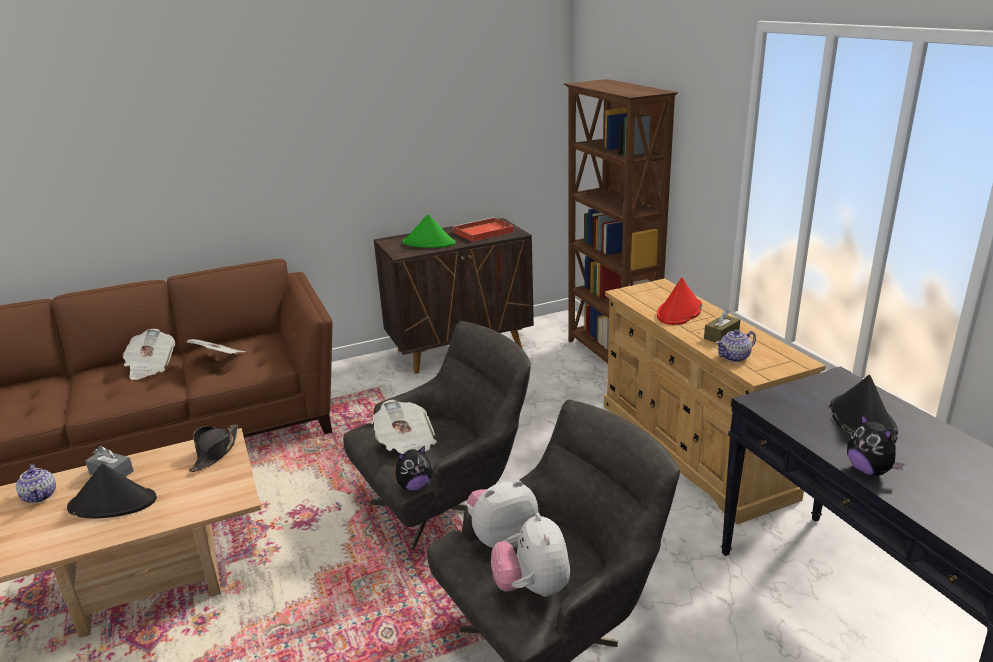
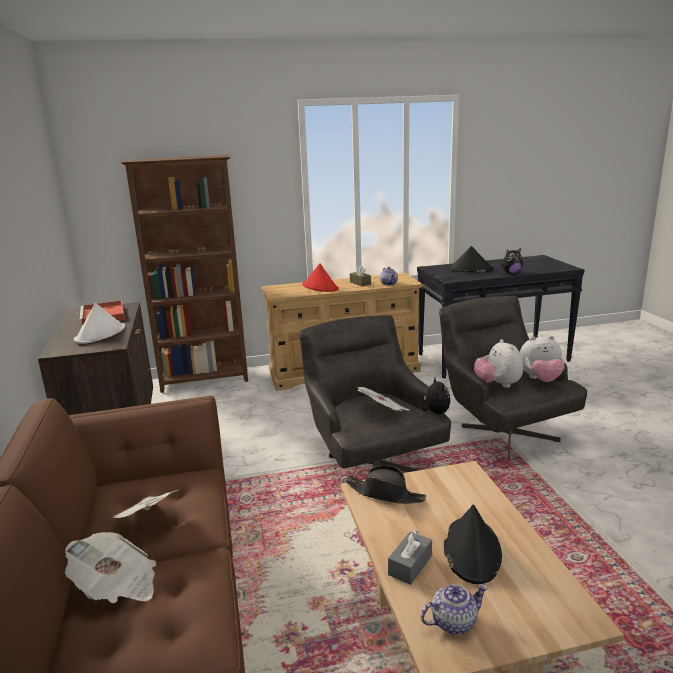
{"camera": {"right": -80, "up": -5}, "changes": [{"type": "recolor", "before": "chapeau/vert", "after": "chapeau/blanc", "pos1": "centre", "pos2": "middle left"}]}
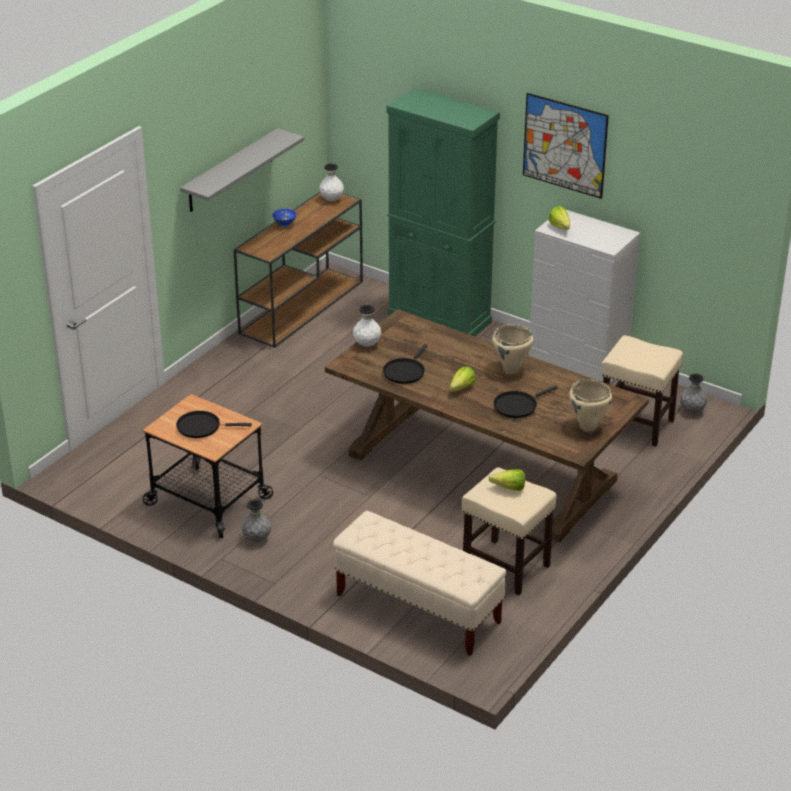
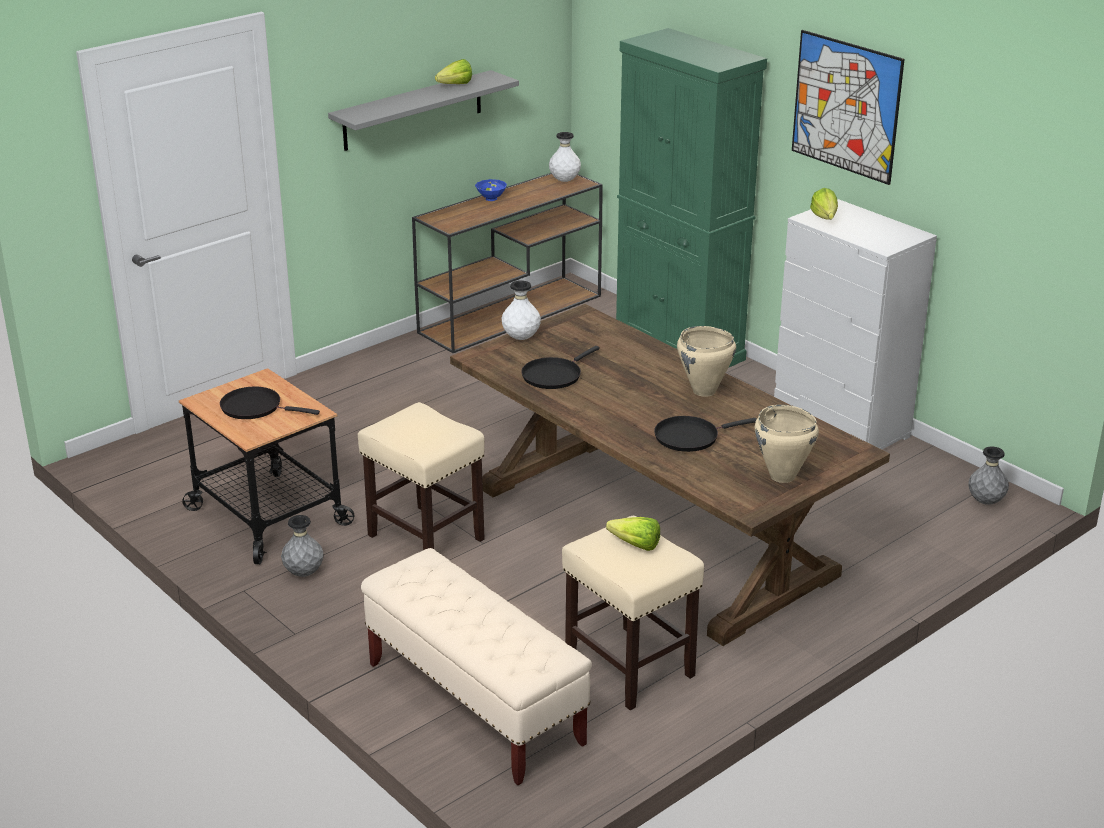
{"camera": {"right": 15, "up": -5}, "changes": [{"type": "move", "before": "laitue (1st from left)", "pos1": "centre", "pos2": "top centre"}, {"type": "move", "before": "tabouret/beige (2nd from left in the first image)", "after": "tabouret/beige (1st from left)", "pos1": "middle right", "pos2": "centre"}]}
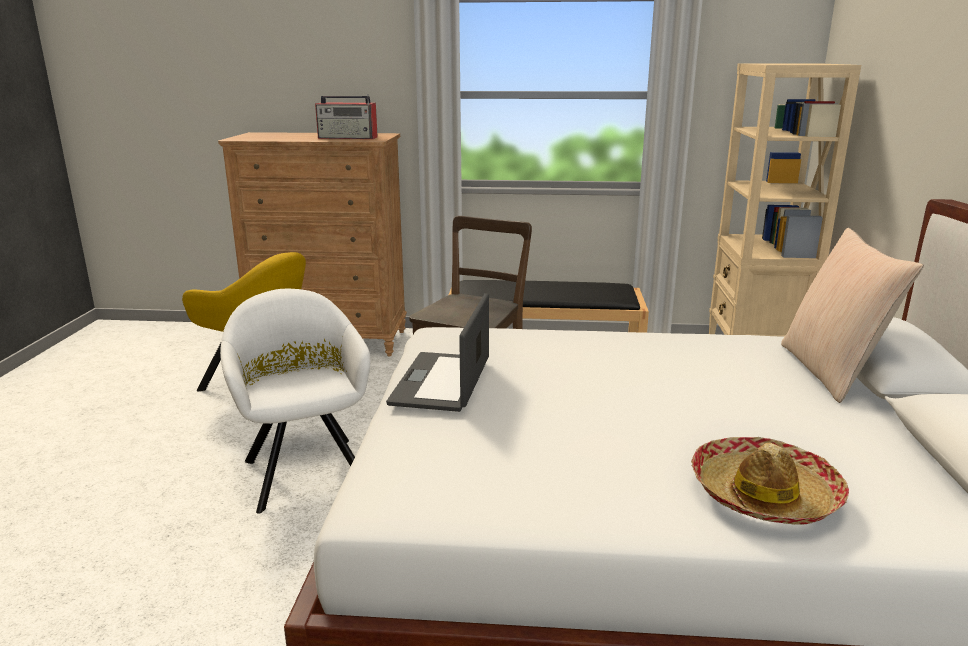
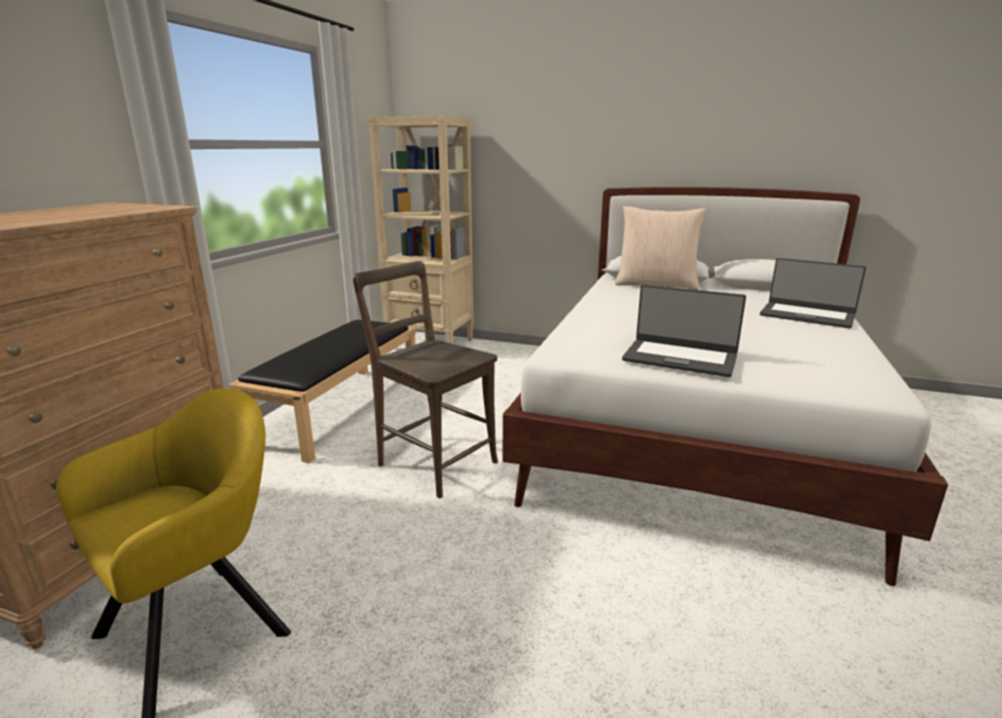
{"camera": {"right": -75, "up": 0}, "changes": [{"type": "delete", "before": "fauteuil/blanc", "pos1": "middle left"}, {"type": "delete", "before": "radio", "pos1": "top centre"}, {"type": "replace", "before": "chapeau", "after": "ordinateur portable (2nd from left)", "pos1": "bottom right", "pos2": "middle right"}]}
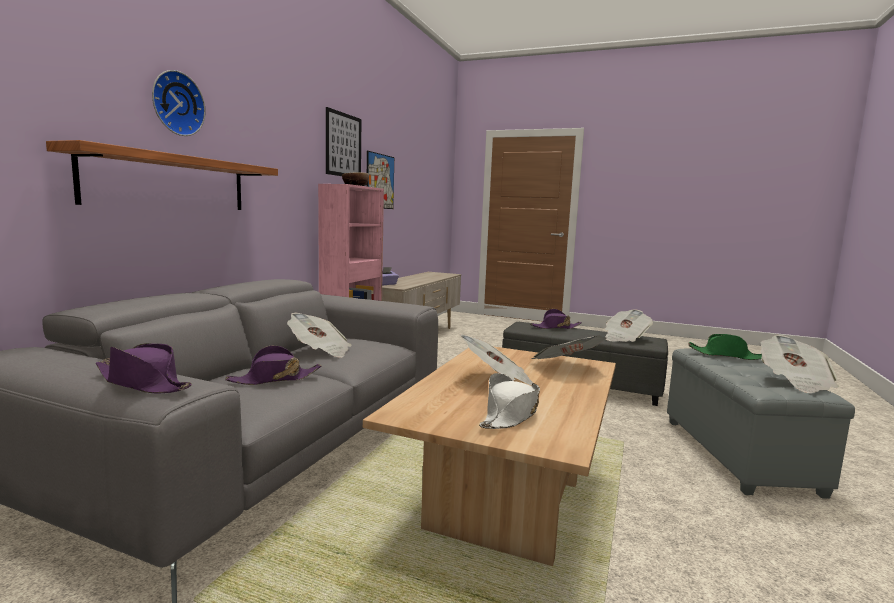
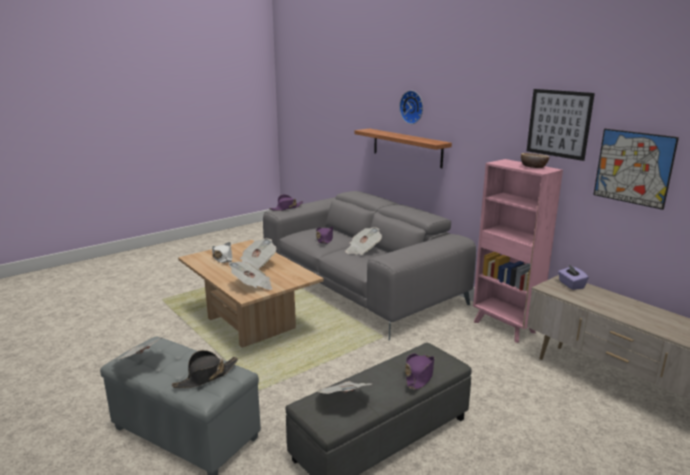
{"camera": {"right": 120, "up": 10}, "changes": [{"type": "recolor", "before": "chapeau/vert", "after": "chapeau/noir", "pos1": "middle right", "pos2": "bottom left"}]}
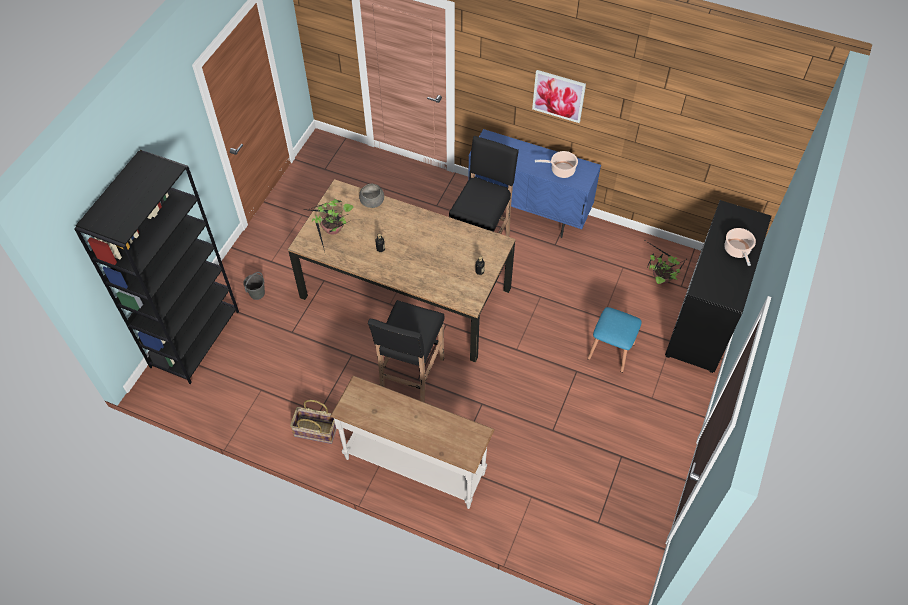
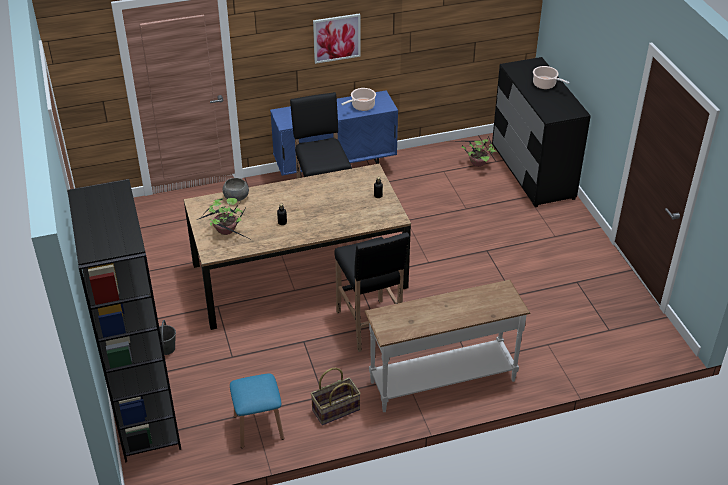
{"camera": {"right": -40, "up": -15}, "changes": [{"type": "move", "before": "tabouret/bleu", "pos1": "middle right", "pos2": "bottom centre"}]}
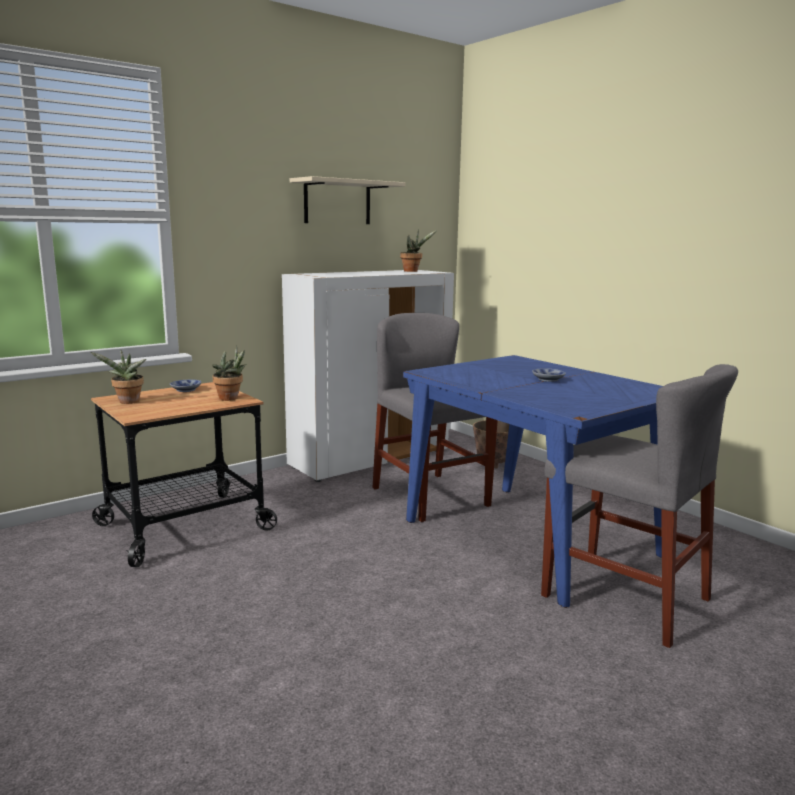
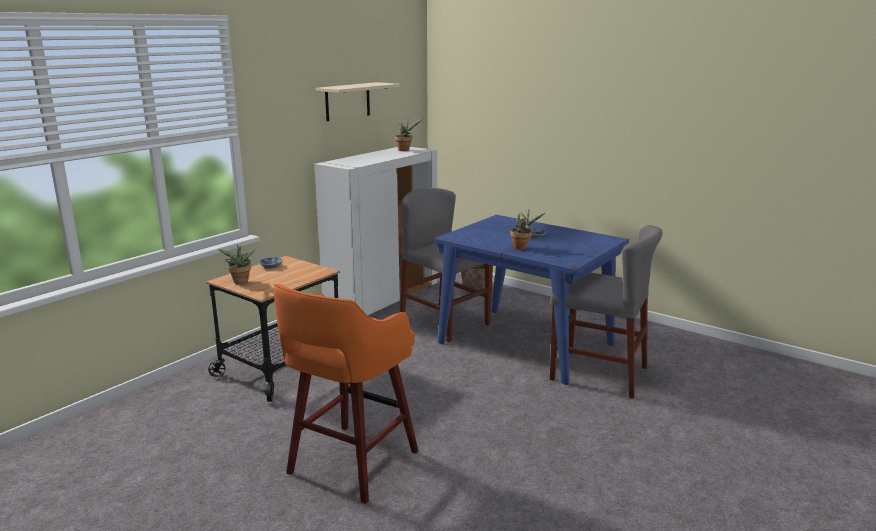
{"camera": {"right": -15, "up": 5}, "changes": [{"type": "insert", "after": "tabouret/orange", "pos2": "bottom centre"}, {"type": "move", "before": "plante en pot (2nd from left in the first image)", "after": "plante en pot (3rd from left)", "pos1": "middle left", "pos2": "centre"}]}
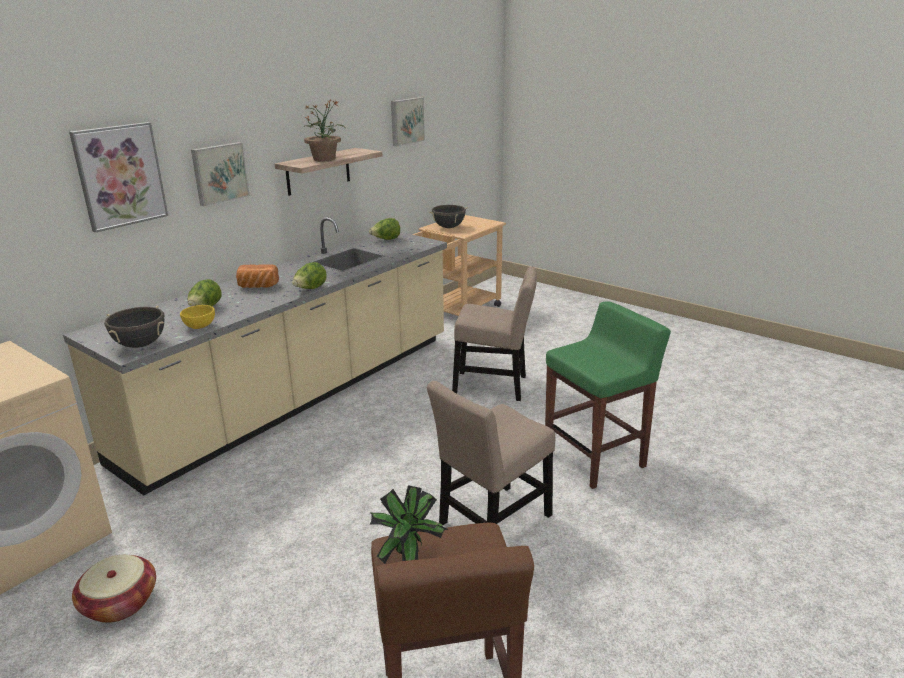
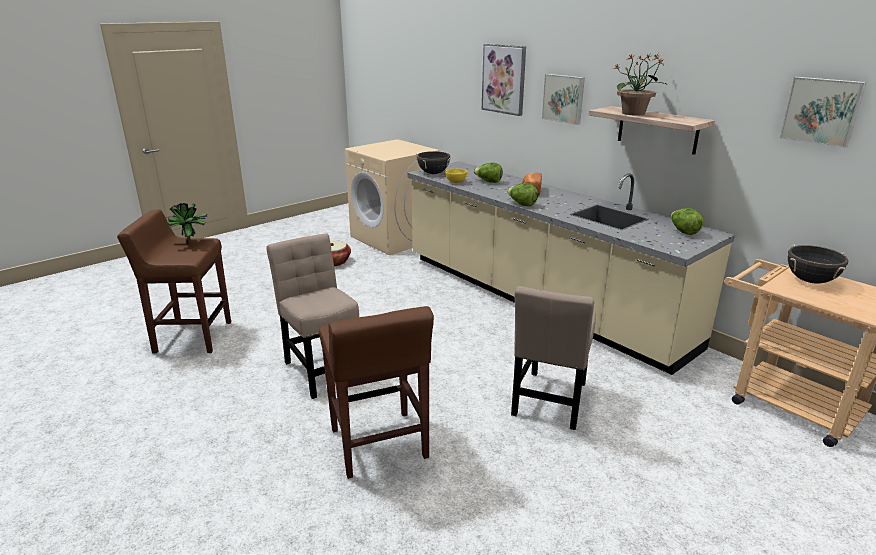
{"camera": {"right": 100, "up": 0}, "changes": [{"type": "recolor", "before": "tabouret/vert", "after": "tabouret/marron (2nd from left)", "pos1": "middle right", "pos2": "bottom centre"}]}
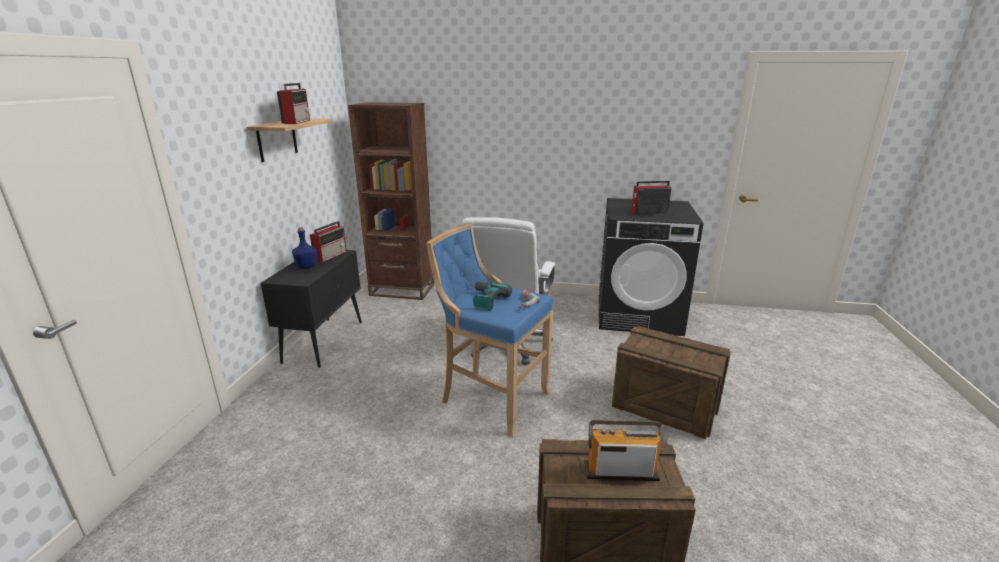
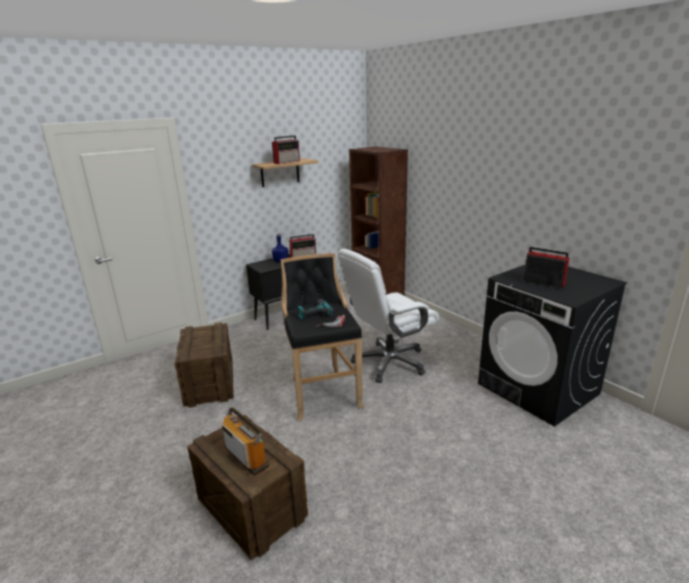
{"camera": {"right": 45, "up": 0}, "changes": [{"type": "move", "before": "caisse (2nd from left in the first image)", "after": "caisse (1st from left)", "pos1": "bottom right", "pos2": "middle left"}, {"type": "recolor", "before": "tabouret/bleu", "after": "tabouret/noir", "pos1": "centre", "pos2": "centre"}]}
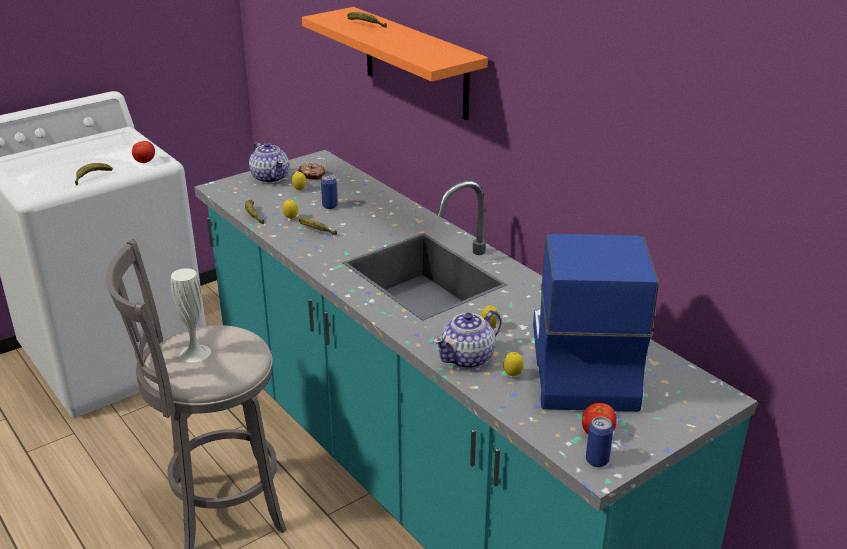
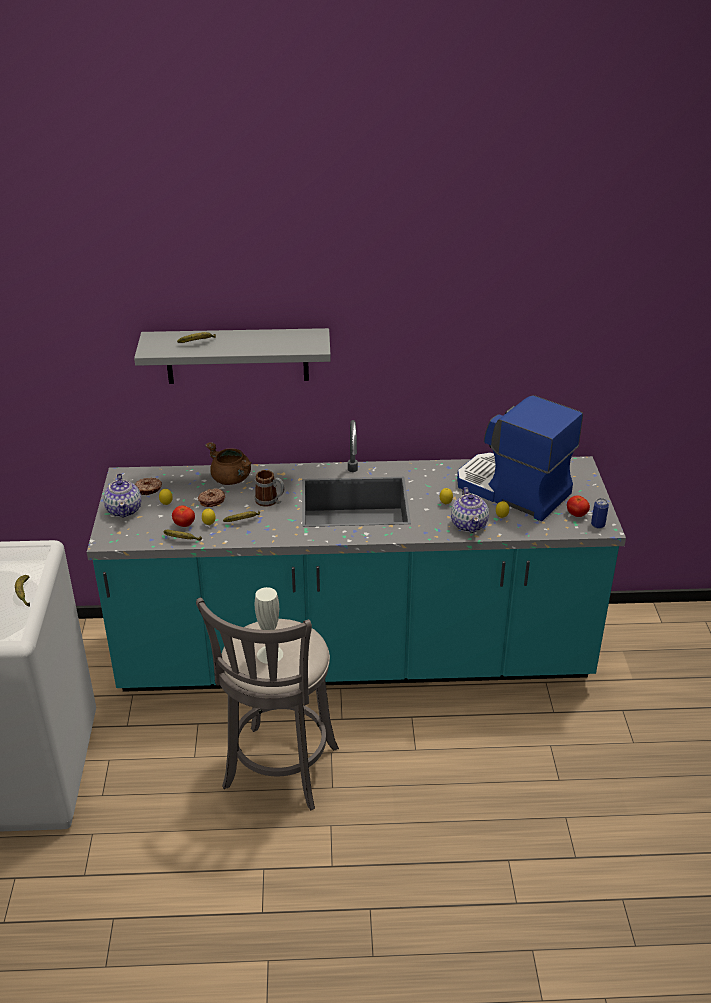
{"camera": {"right": -55, "up": 5}, "changes": [{"type": "insert", "after": "marmite/marron", "pos2": "middle left"}, {"type": "insert", "after": "mug", "pos2": "centre"}, {"type": "move", "before": "tomate (1st from left)", "pos1": "top left", "pos2": "middle left"}, {"type": "replace", "before": "boîte métallique (1st from left)", "after": "beignet (2nd from left)", "pos1": "centre", "pos2": "middle left"}, {"type": "recolor", "before": "étagère/orange", "after": "étagère/gris", "pos1": "top centre", "pos2": "middle left"}, {"type": "rotate", "before": "théière (1st from left)", "pos1": "top left", "pos2": "middle left", "turn": 75}]}
